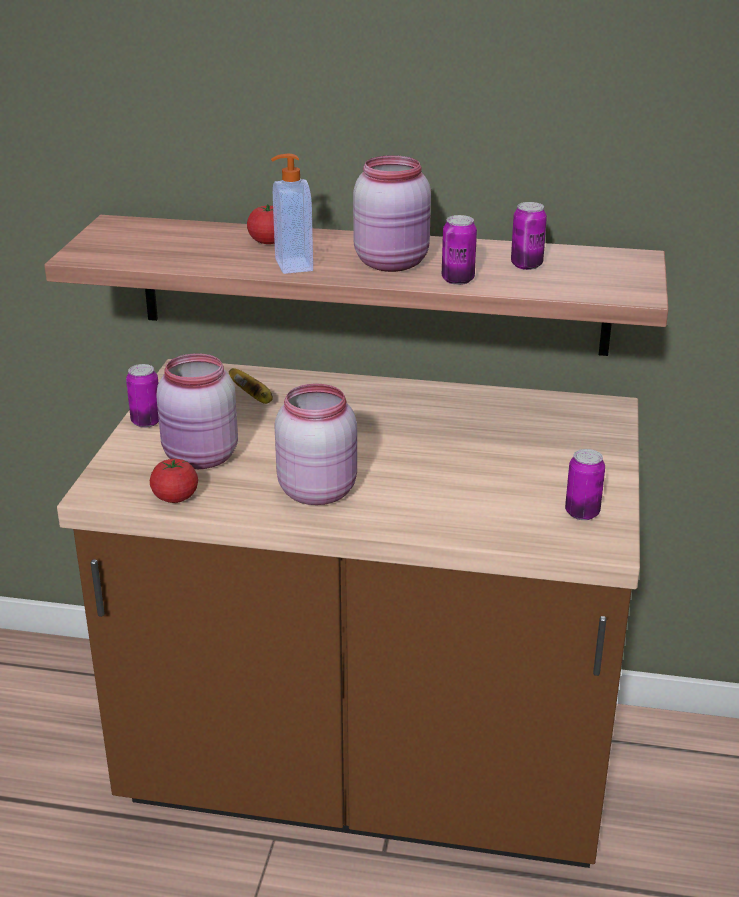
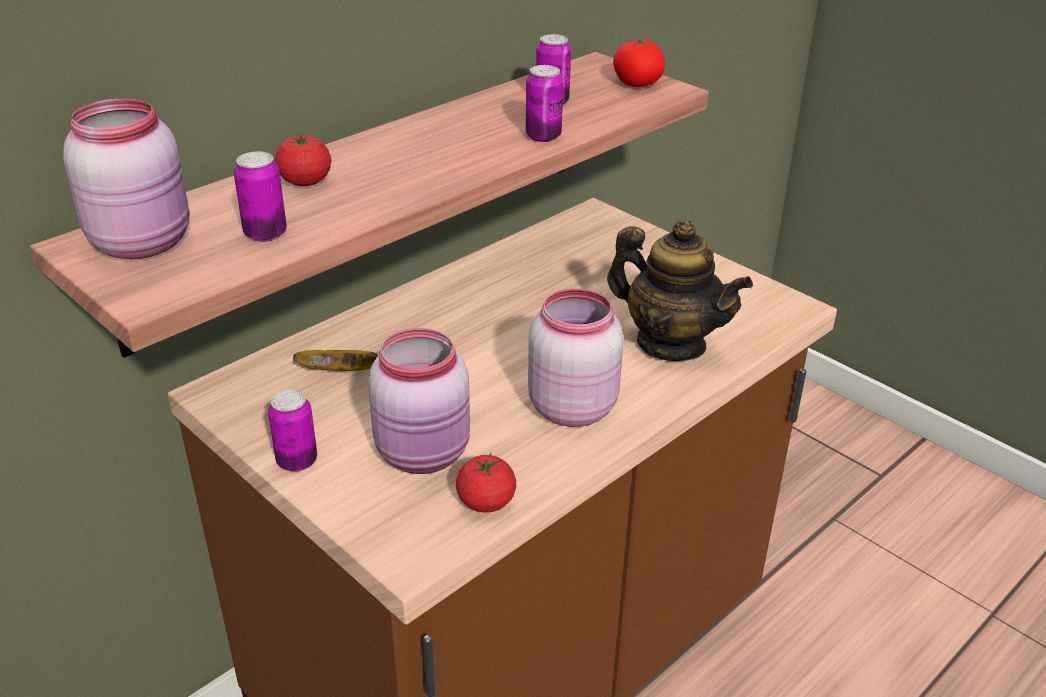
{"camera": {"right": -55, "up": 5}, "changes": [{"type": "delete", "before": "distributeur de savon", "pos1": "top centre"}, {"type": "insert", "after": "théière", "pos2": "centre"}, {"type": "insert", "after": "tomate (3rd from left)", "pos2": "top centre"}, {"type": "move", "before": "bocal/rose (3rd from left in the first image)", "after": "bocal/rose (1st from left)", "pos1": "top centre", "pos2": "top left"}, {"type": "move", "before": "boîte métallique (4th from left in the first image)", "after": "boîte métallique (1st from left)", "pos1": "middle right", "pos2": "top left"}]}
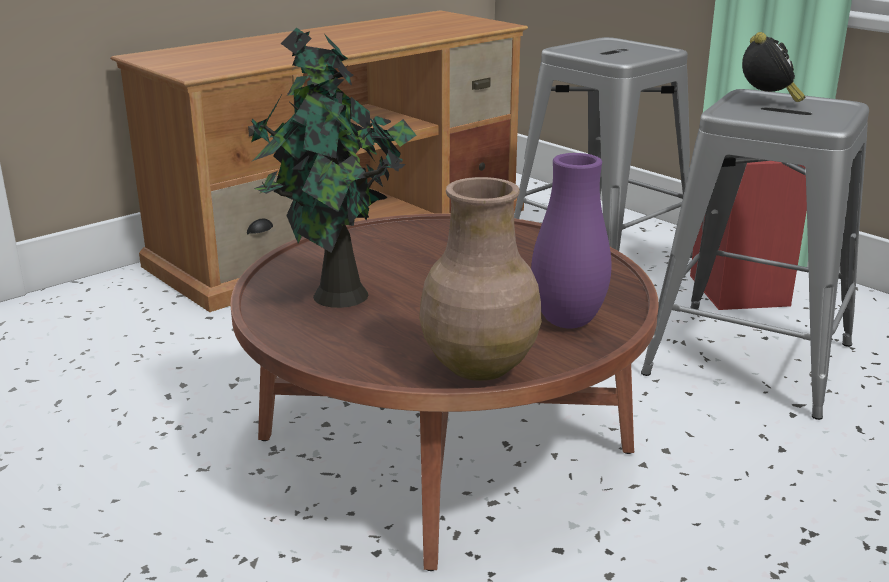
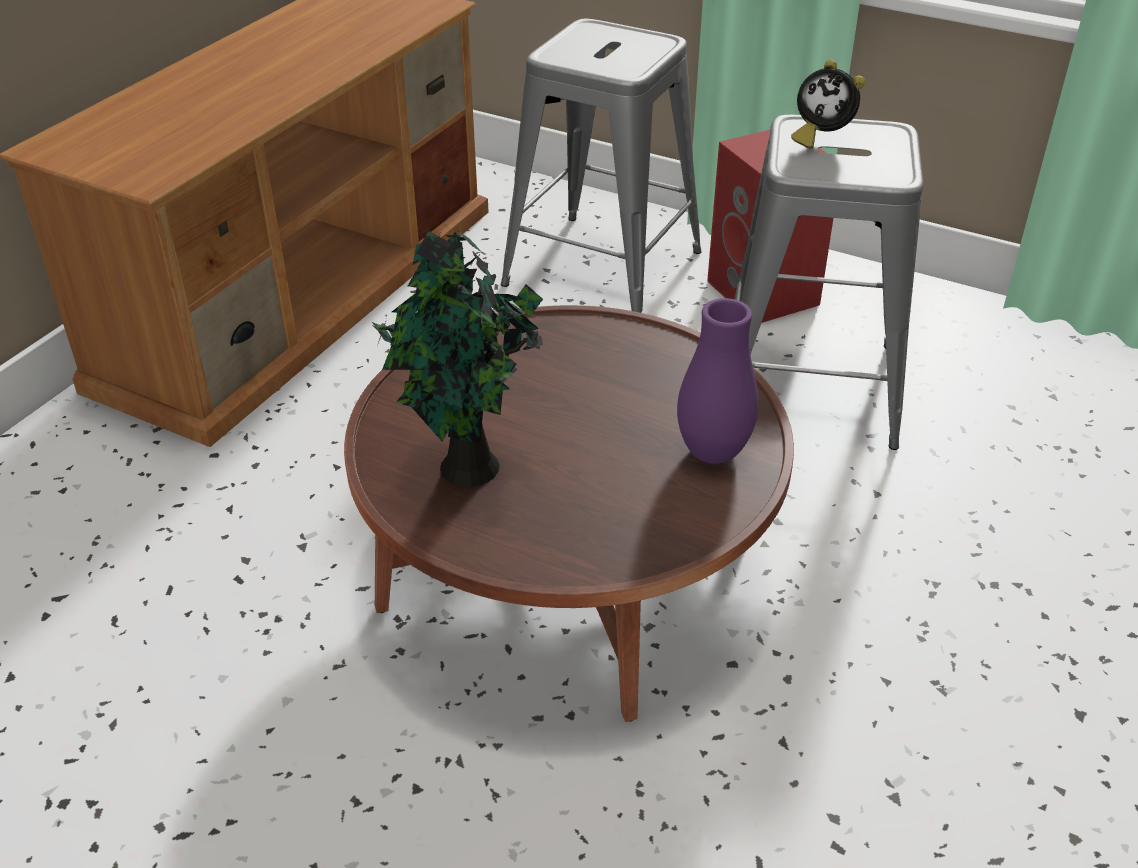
{"camera": {"right": -20, "up": 15}, "changes": [{"type": "delete", "before": "vase/marron", "pos1": "centre"}, {"type": "rotate", "before": "réveil", "pos1": "top right", "pos2": "top right", "turn": 135}]}
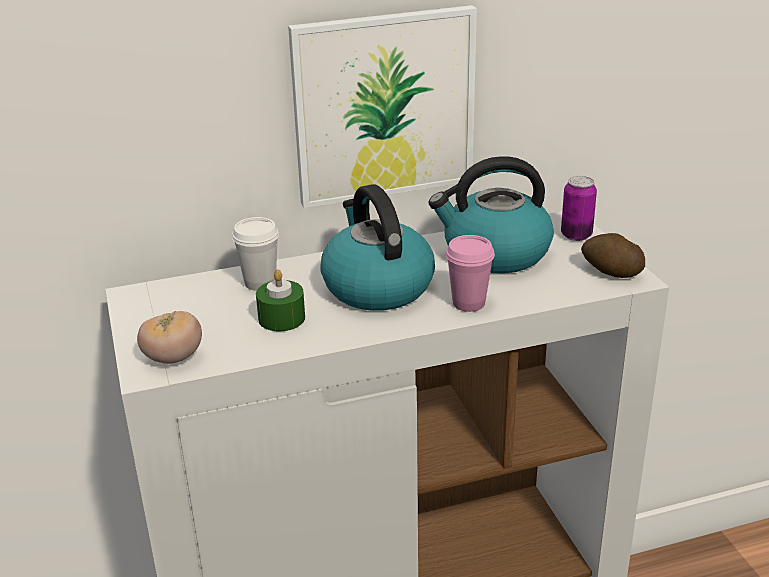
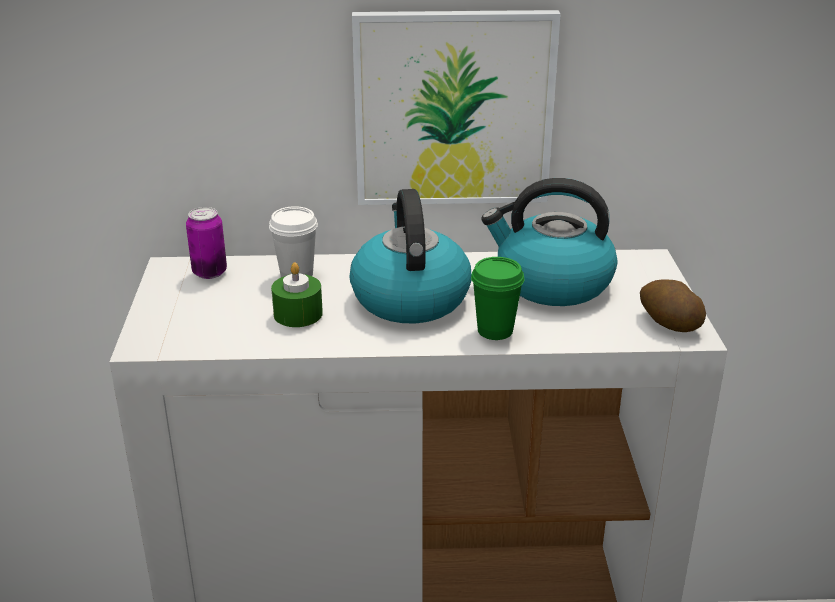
{"camera": {"right": 15, "up": 0}, "changes": [{"type": "delete", "before": "tomate", "pos1": "middle left"}, {"type": "move", "before": "boîte métallique", "pos1": "middle right", "pos2": "middle left"}, {"type": "recolor", "before": "tasse/rose", "after": "tasse/vert", "pos1": "centre", "pos2": "centre"}]}
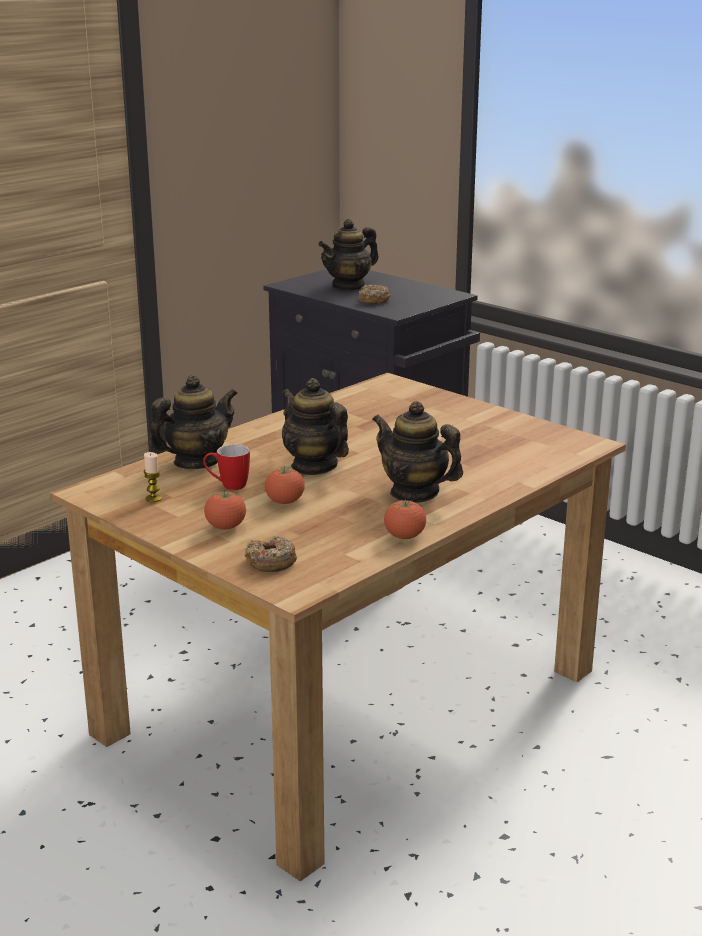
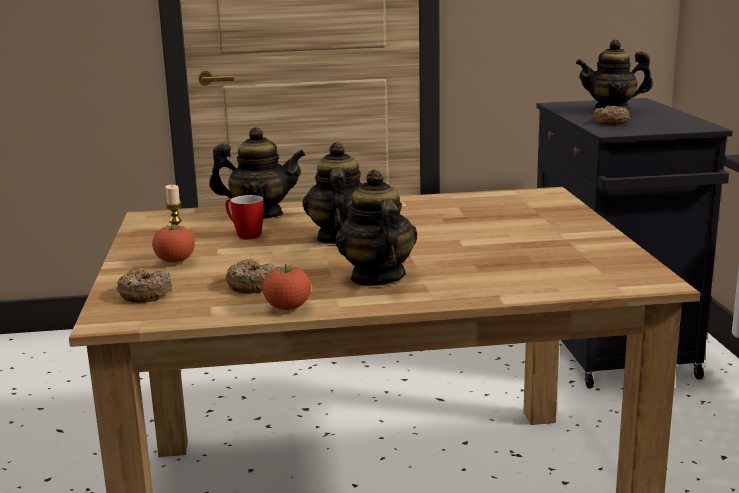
{"camera": {"right": 40, "up": -5}, "changes": [{"type": "delete", "before": "tomate (2nd from left)", "pos1": "centre"}, {"type": "insert", "after": "beignet (2nd from left)", "pos2": "centre"}]}
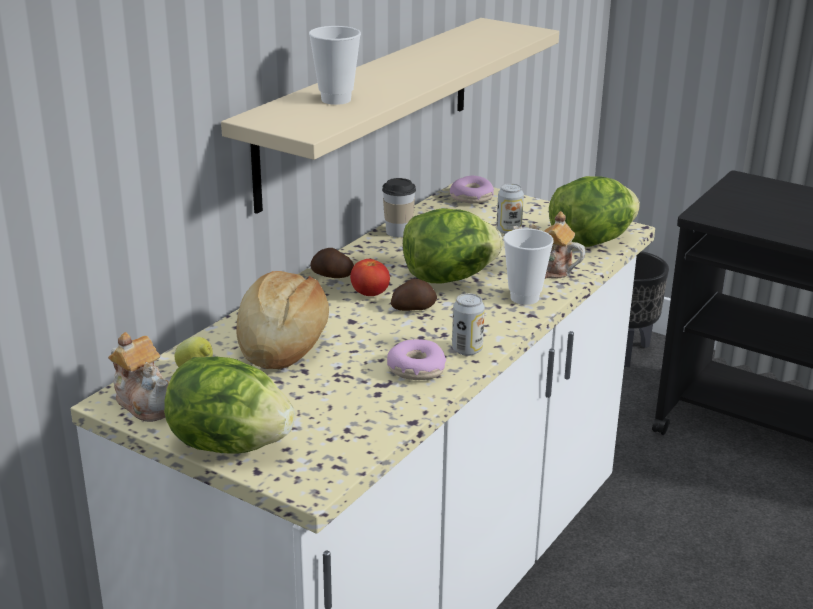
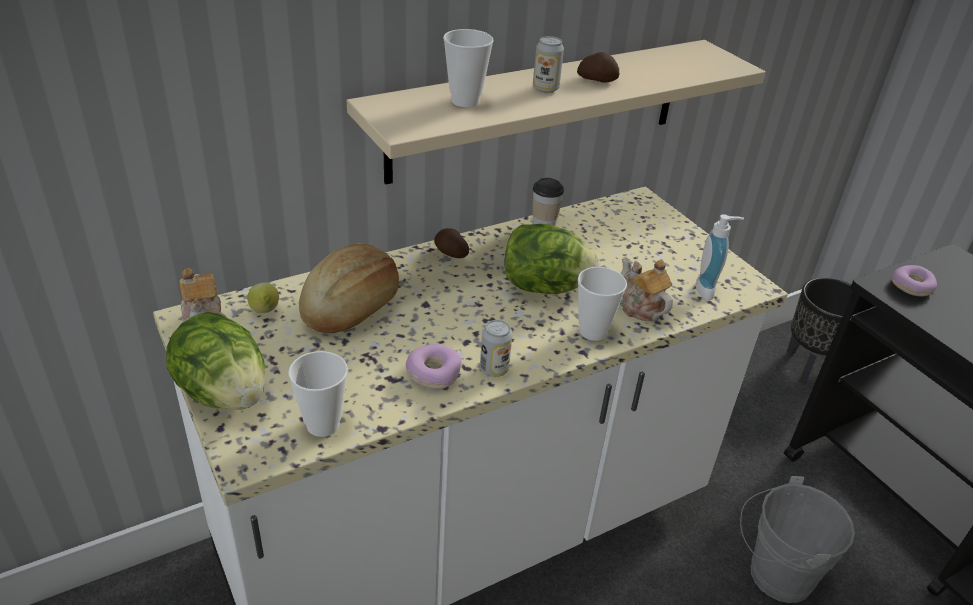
{"camera": {"right": 25, "up": 10}, "changes": [{"type": "delete", "before": "tomate", "pos1": "centre"}, {"type": "insert", "after": "tasse (1st from left)", "pos2": "middle left"}, {"type": "insert", "after": "seau/gris", "pos2": "bottom right"}, {"type": "move", "before": "pomme de terre (2nd from left)", "pos1": "centre", "pos2": "top centre"}, {"type": "move", "before": "beignet (2nd from left)", "pos1": "top centre", "pos2": "middle right"}, {"type": "move", "before": "boîte métallique (2nd from left)", "pos1": "centre", "pos2": "top centre"}, {"type": "replace", "before": "laitue (3rd from left)", "after": "distributeur de savon", "pos1": "middle right", "pos2": "middle right"}]}
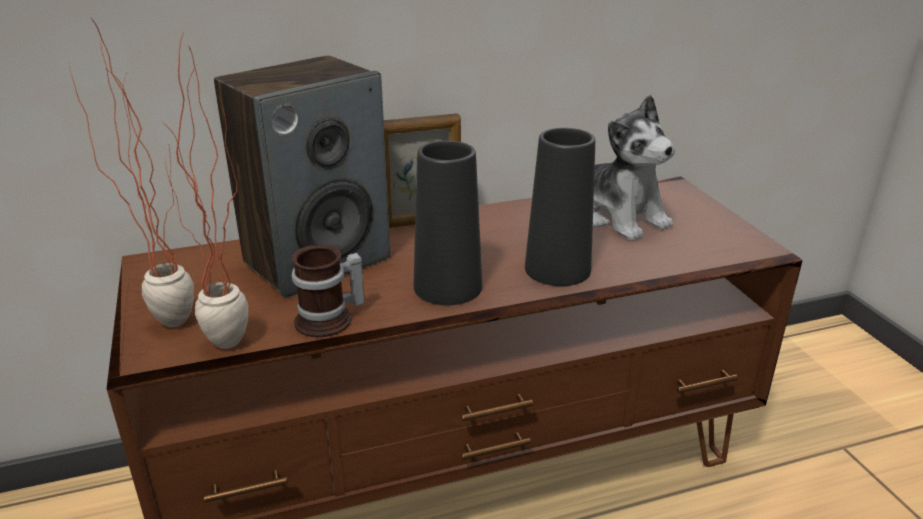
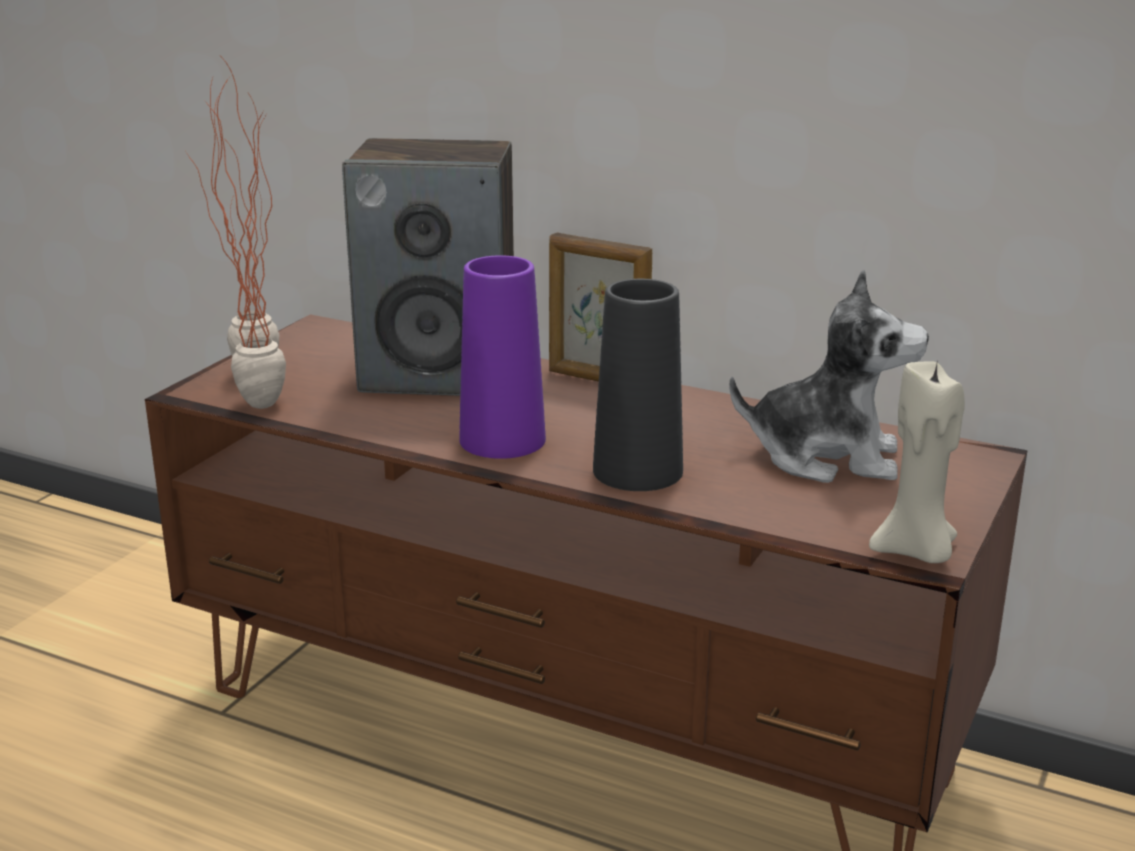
{"camera": {"right": 45, "up": -5}, "changes": [{"type": "delete", "before": "mug", "pos1": "centre"}, {"type": "insert", "after": "bougie/beige", "pos2": "middle right"}, {"type": "recolor", "before": "vase/noir (1st from left)", "after": "vase/violet", "pos1": "centre", "pos2": "centre"}, {"type": "rotate", "before": "peluche", "pos1": "top right", "pos2": "middle right", "turn": -90}]}
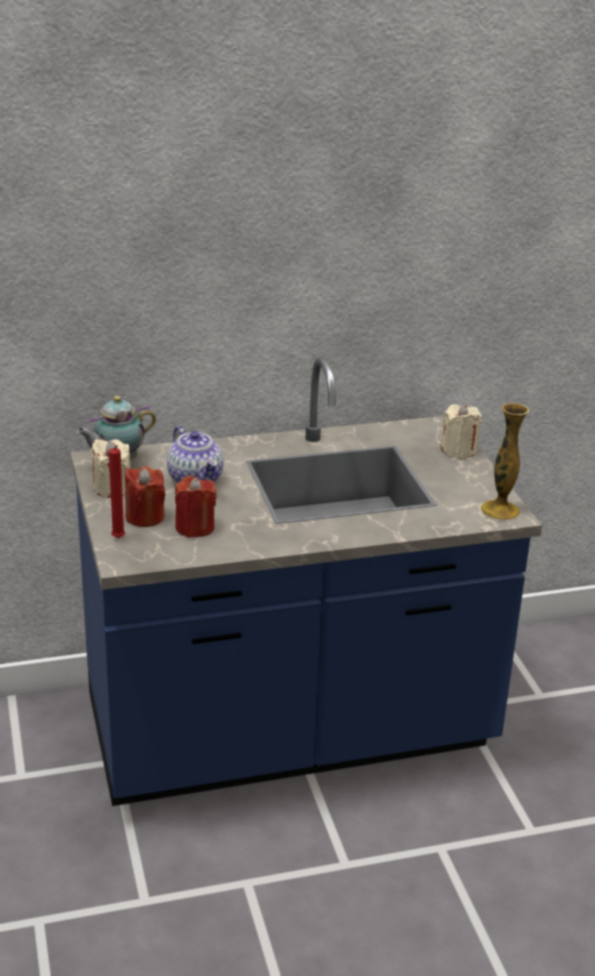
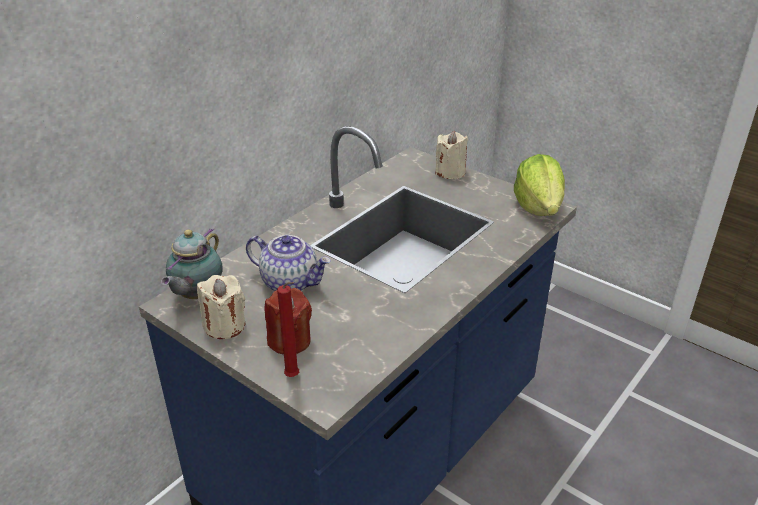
{"camera": {"right": -35, "up": 5}, "changes": [{"type": "delete", "before": "bougie/rouge (3rd from left)", "pos1": "middle left"}, {"type": "replace", "before": "vase", "after": "laitue", "pos1": "middle right", "pos2": "middle right"}]}
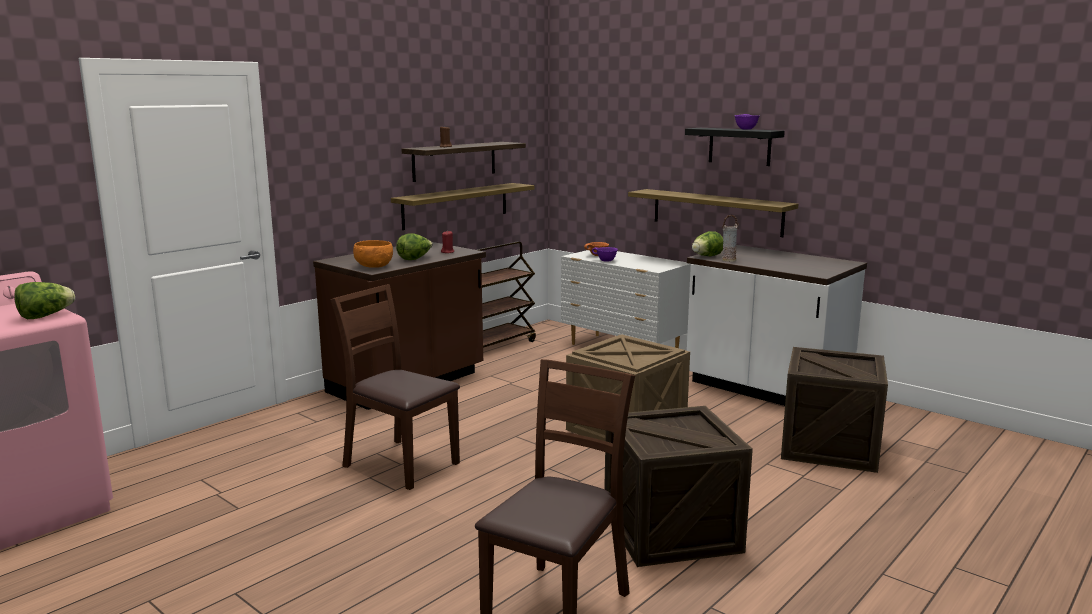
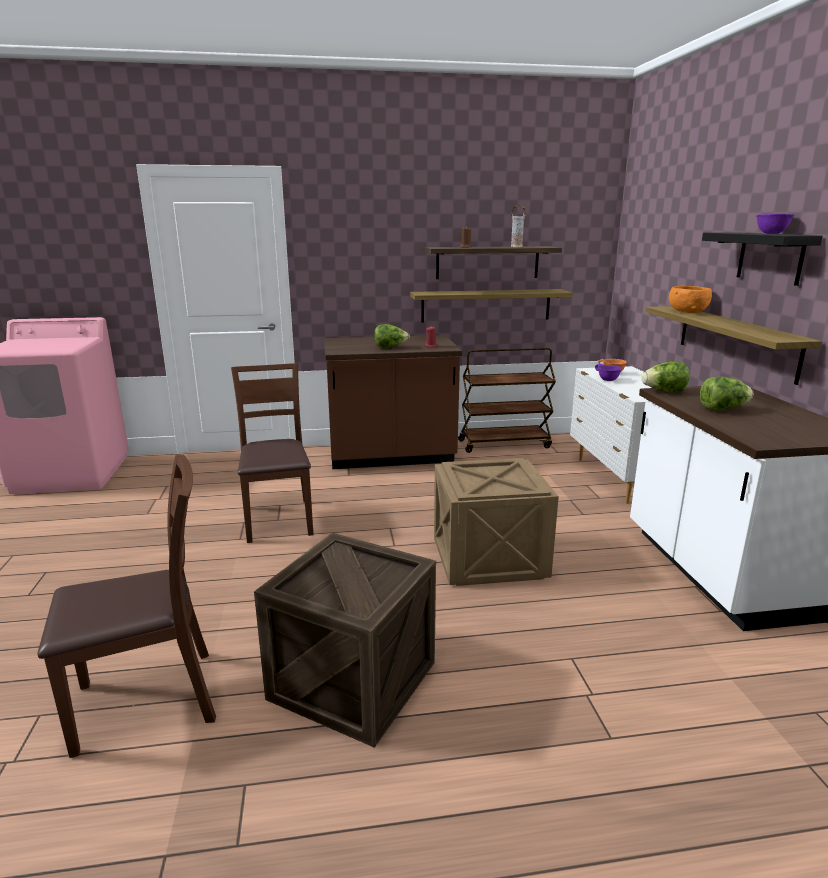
{"camera": {"right": 40, "up": 5}, "changes": [{"type": "delete", "before": "caisse (3rd from left)", "pos1": "bottom right"}, {"type": "move", "before": "laitue (1st from left in the first image)", "after": "laitue (3rd from left)", "pos1": "middle left", "pos2": "middle right"}, {"type": "move", "before": "bol/orange (1st from left in the first image)", "after": "bol/orange (2nd from left)", "pos1": "centre", "pos2": "middle right"}, {"type": "move", "before": "vase", "pos1": "middle right", "pos2": "top centre"}]}
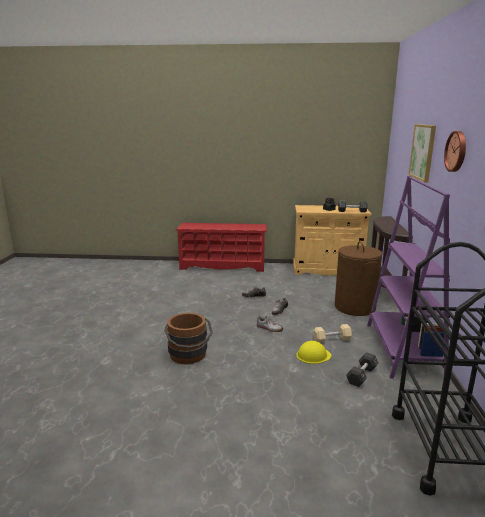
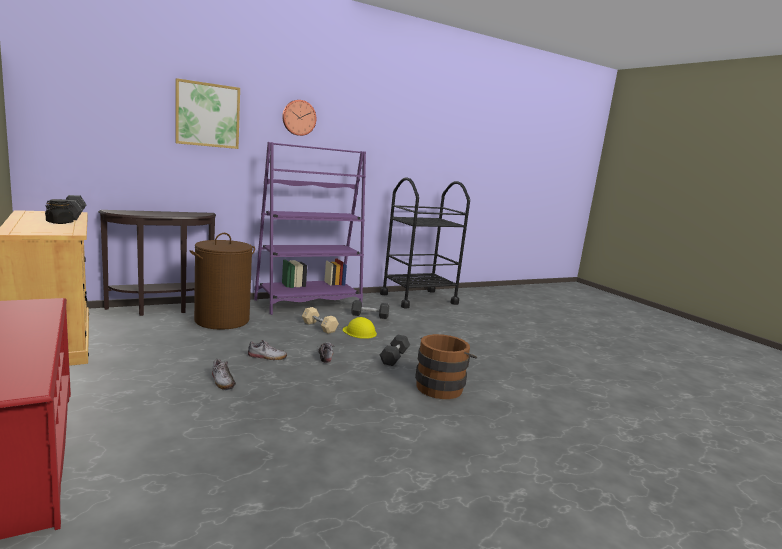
{"camera": {"right": -125, "up": -5}, "changes": [{"type": "insert", "after": "haltère/noir (3rd from left)", "pos2": "centre"}]}
